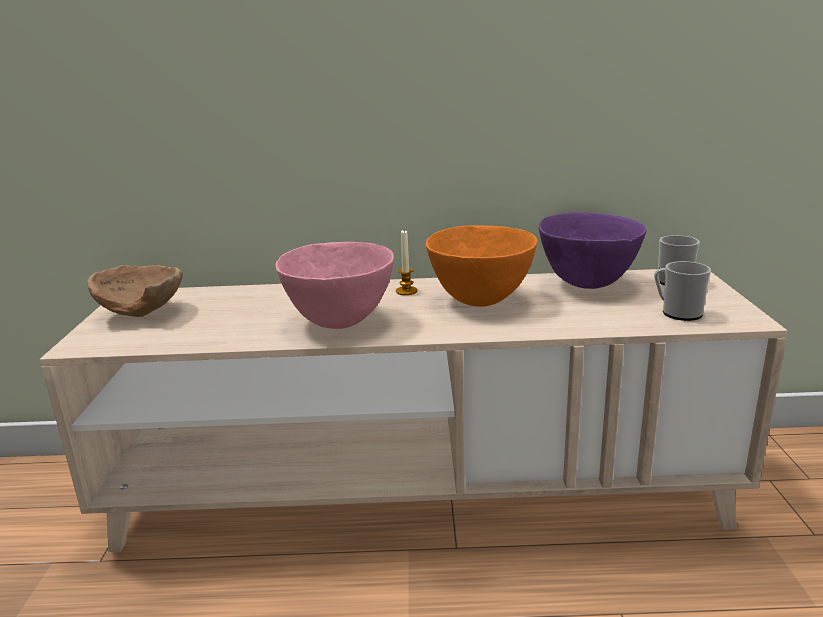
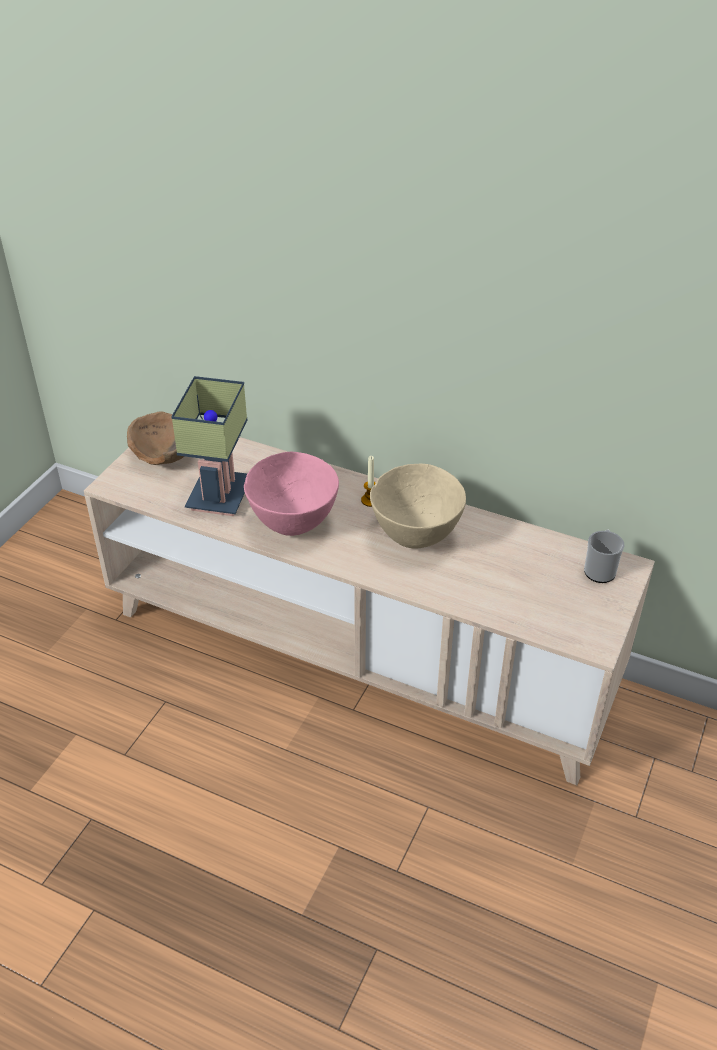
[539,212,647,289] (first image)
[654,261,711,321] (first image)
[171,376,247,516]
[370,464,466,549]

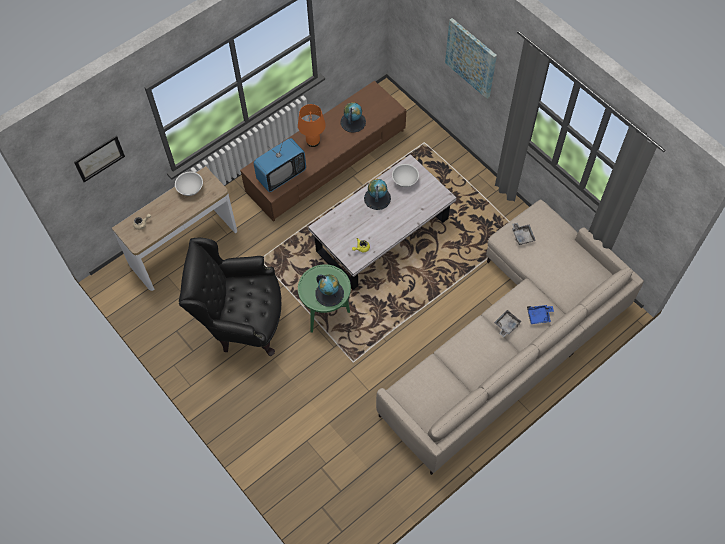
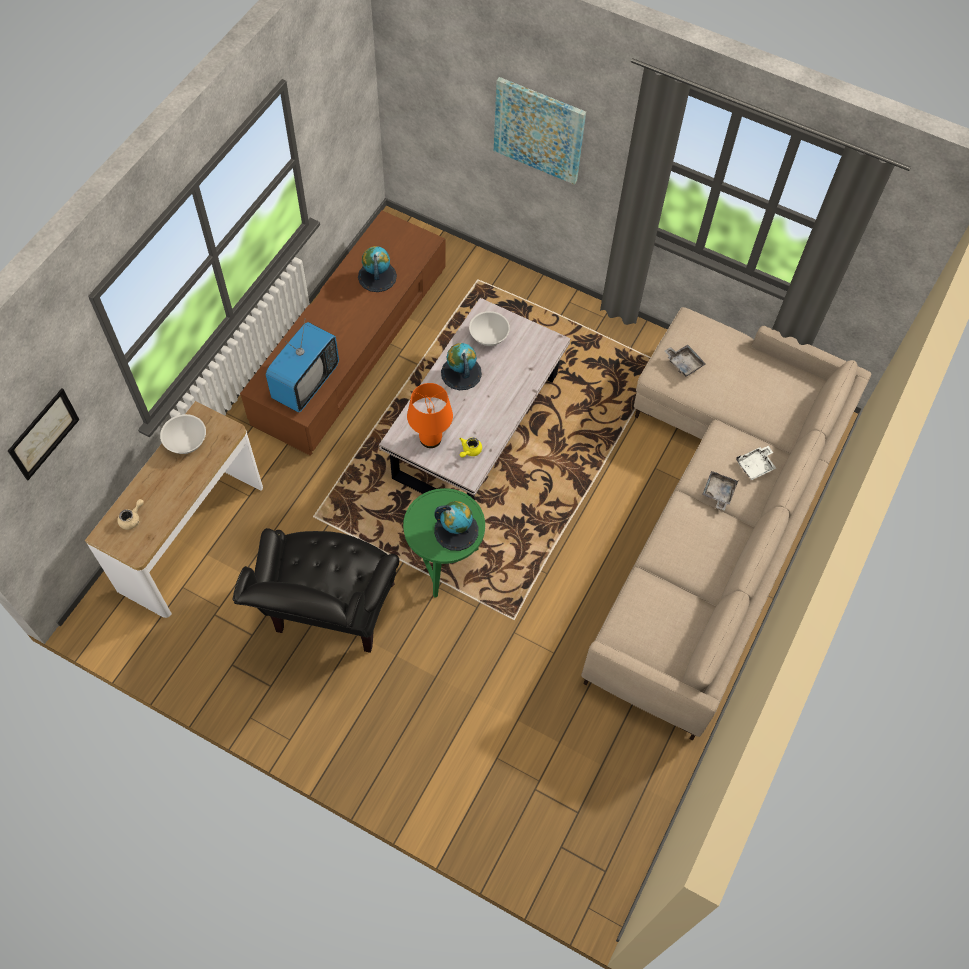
[407,383,453,448]
[736,446,776,480]
[232,528,399,653]

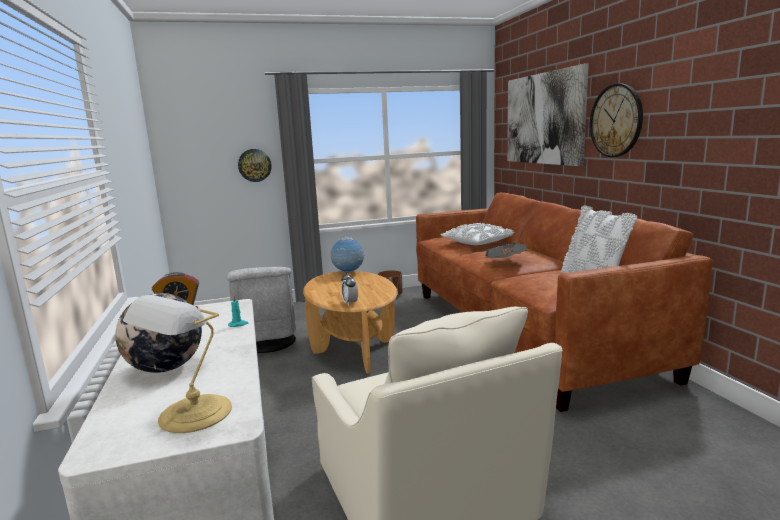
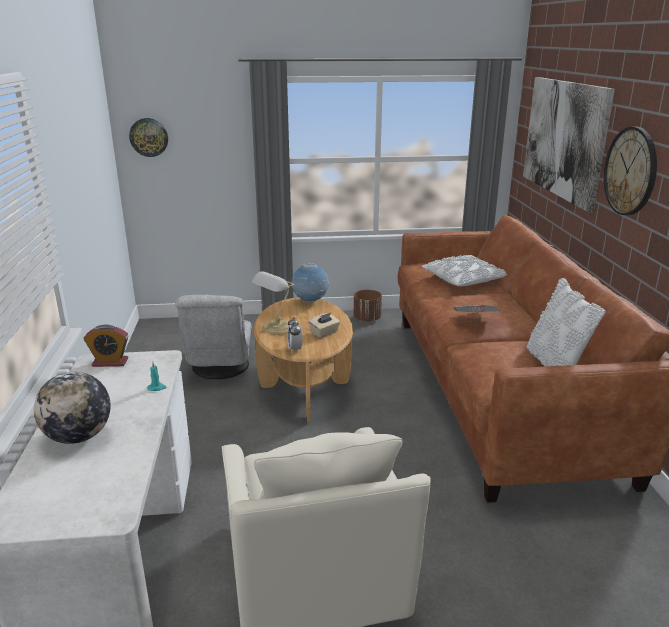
[309,313,340,338]
[252,271,295,335]
[129,118,168,157]

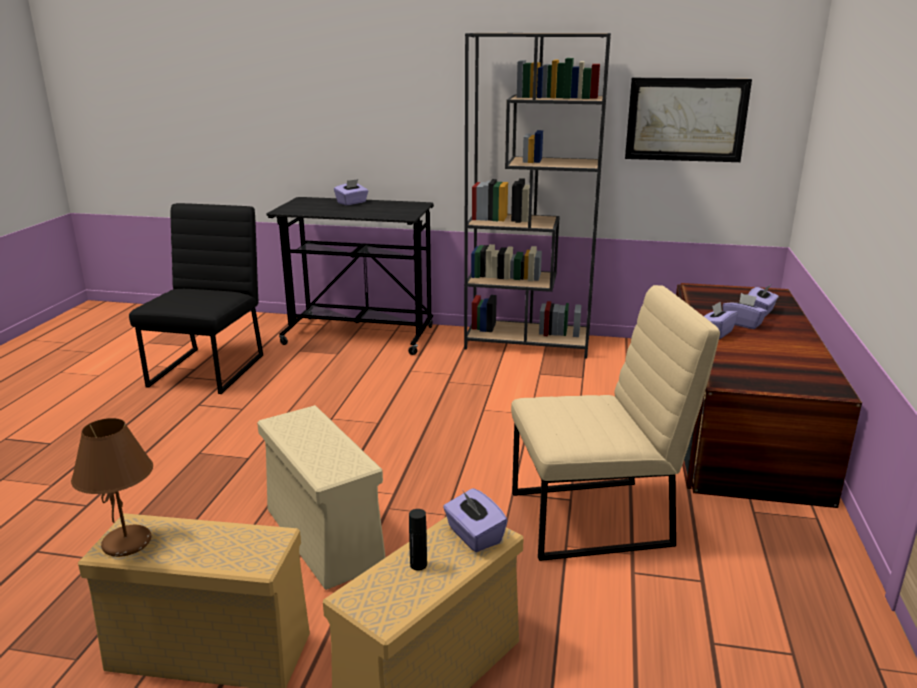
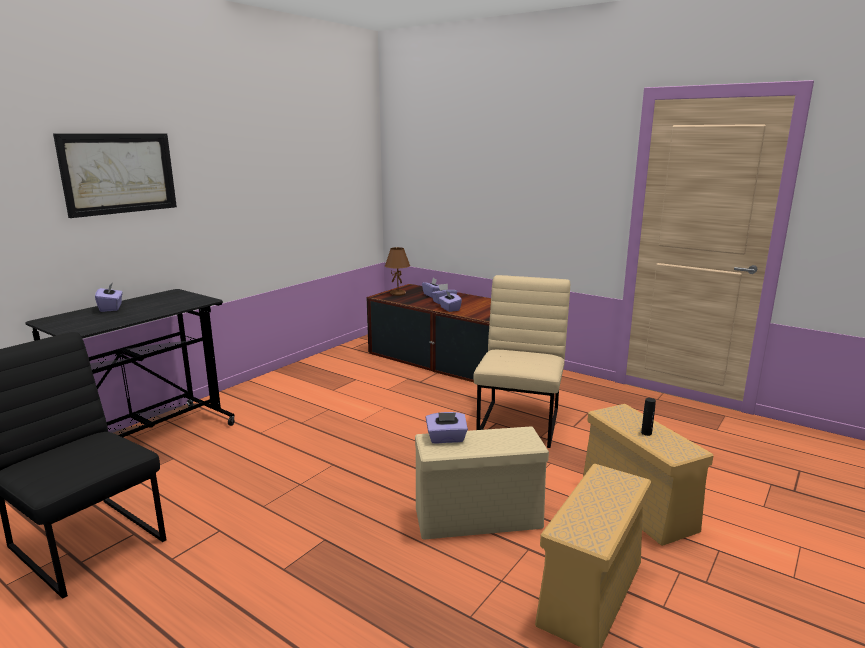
[464,33,611,359] (first image)
[385,247,410,296]
[426,412,468,443]
[53,134,177,218]

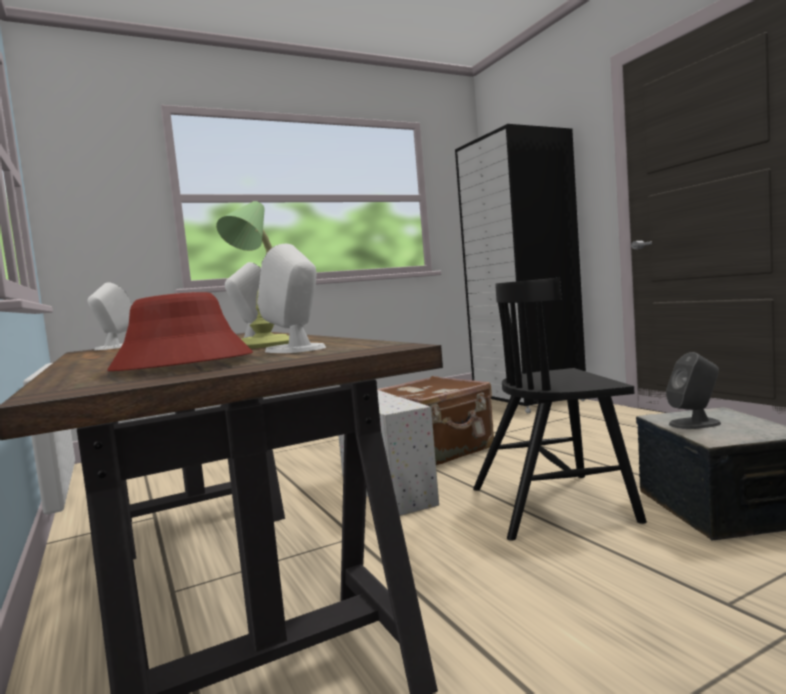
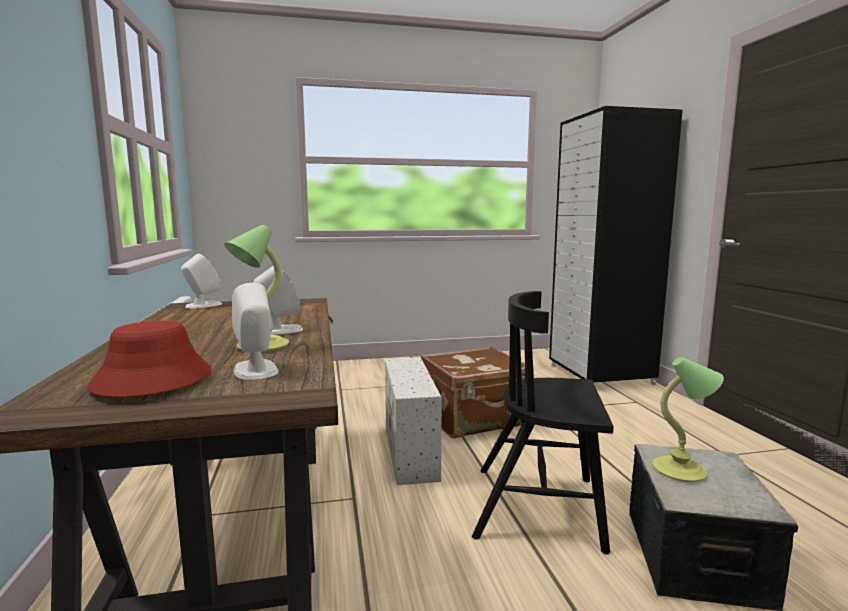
[653,357,724,482]

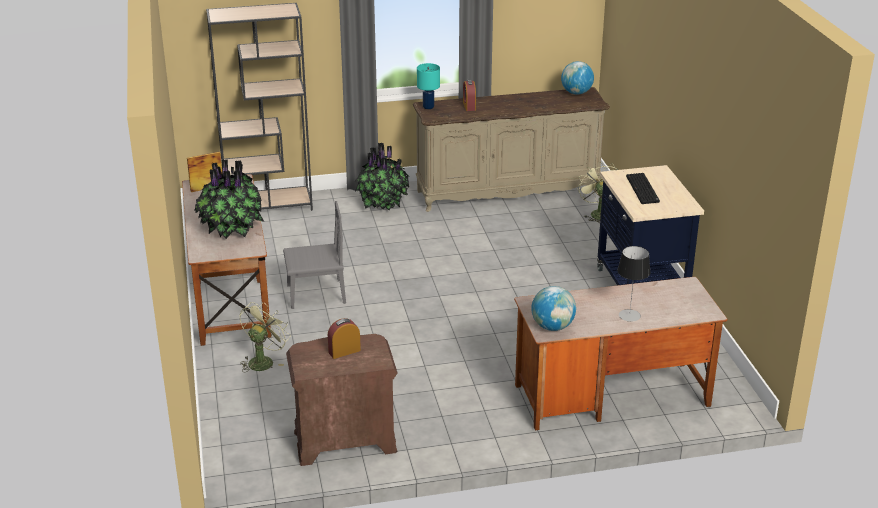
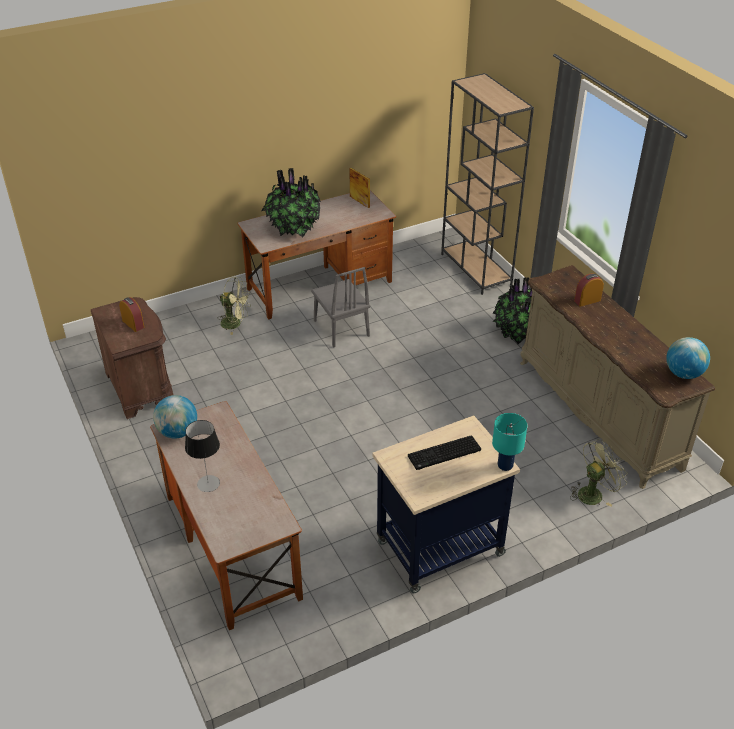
[492,413,527,471]

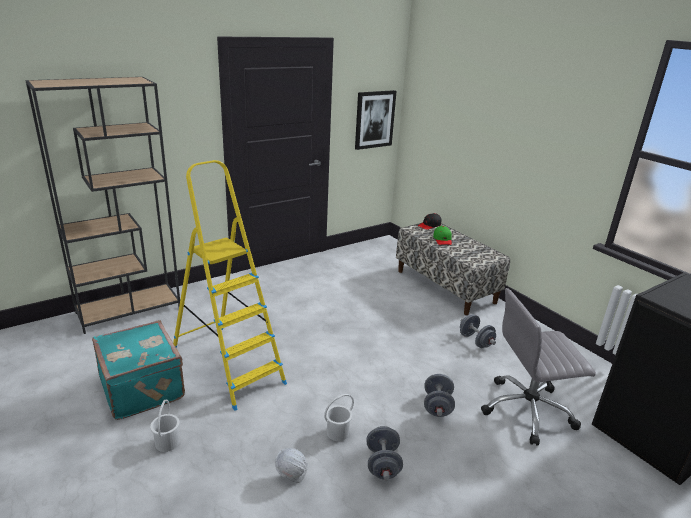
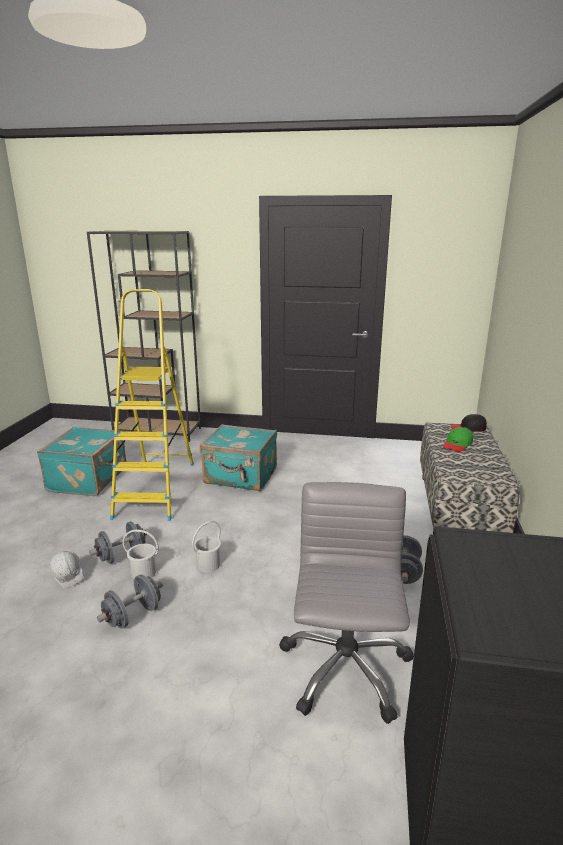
[355,90,397,150] (first image)
[200,424,277,491]
[192,521,221,573]
[89,521,149,564]
[279,482,414,724]

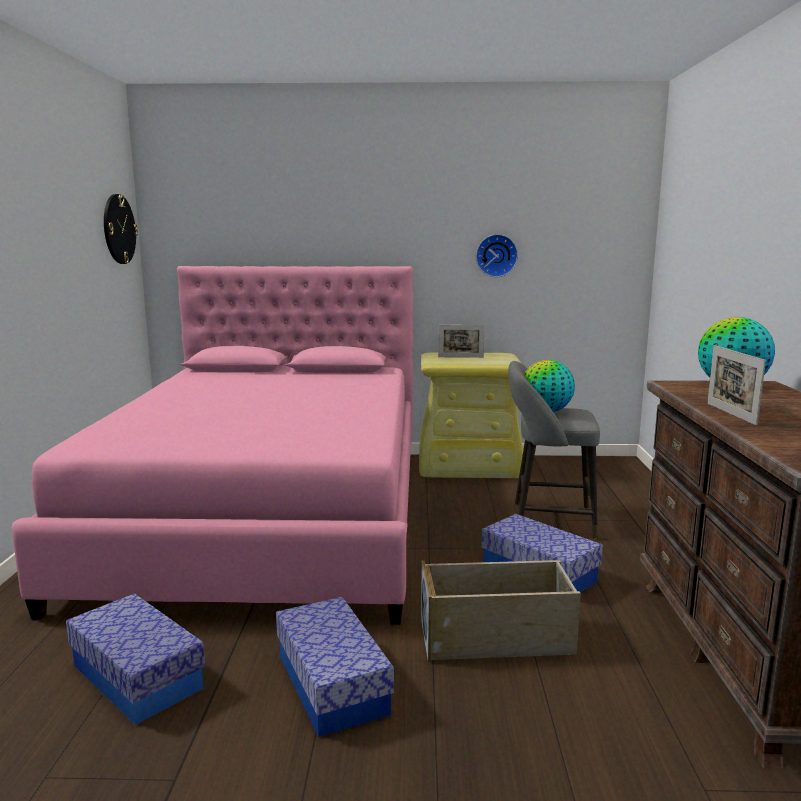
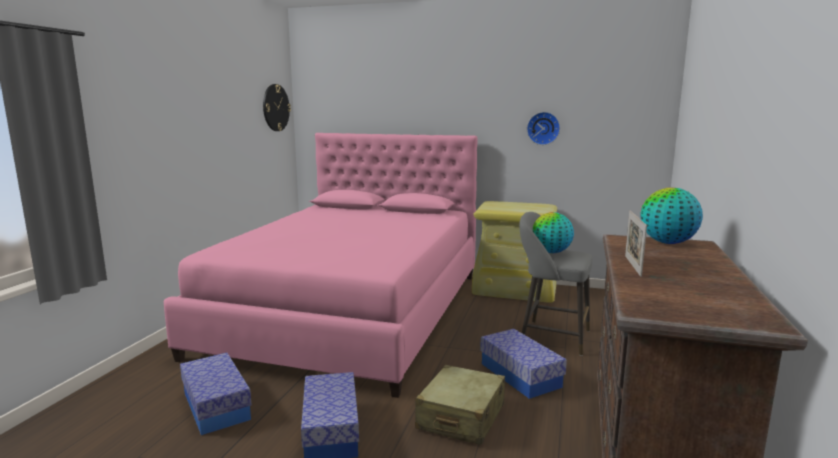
[438,325,485,358] (first image)
[415,365,505,445]

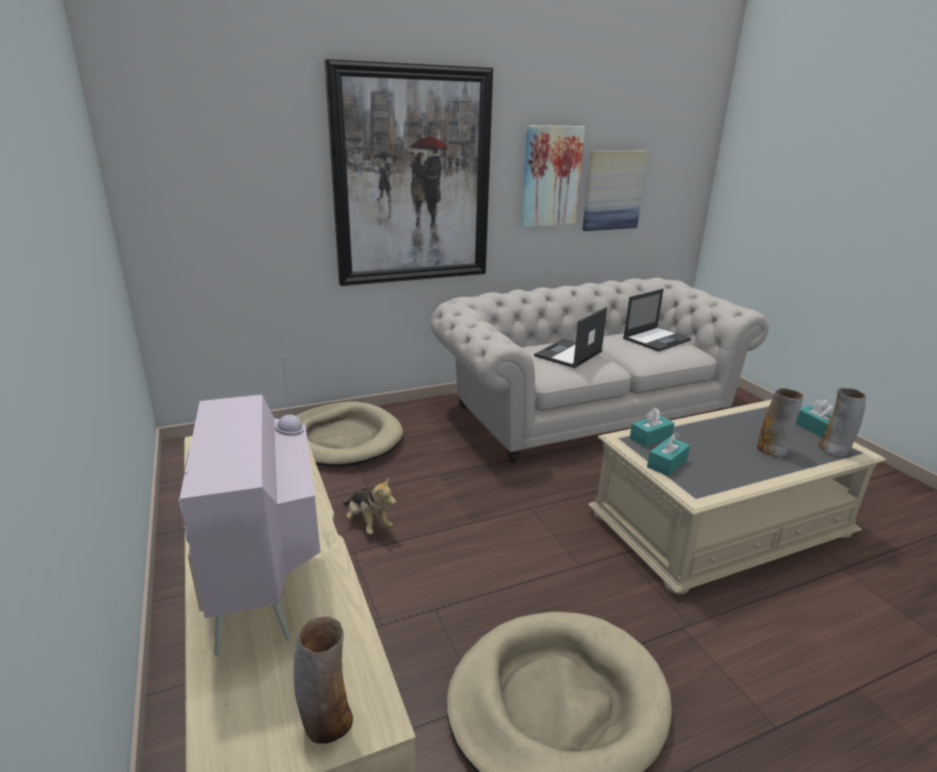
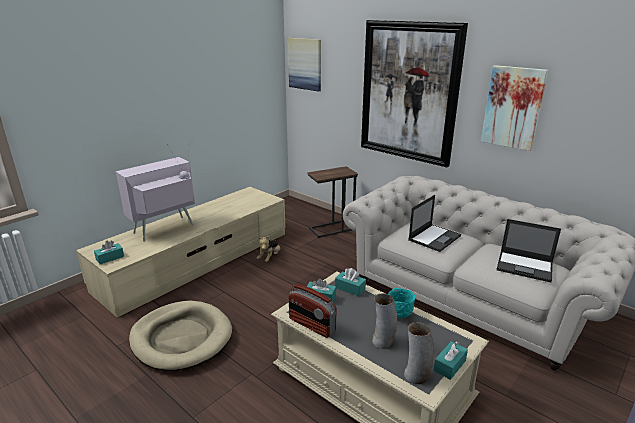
[289,283,337,338]
[388,288,416,318]
[288,38,321,92]
[94,241,124,264]
[307,166,358,238]
[408,195,461,252]

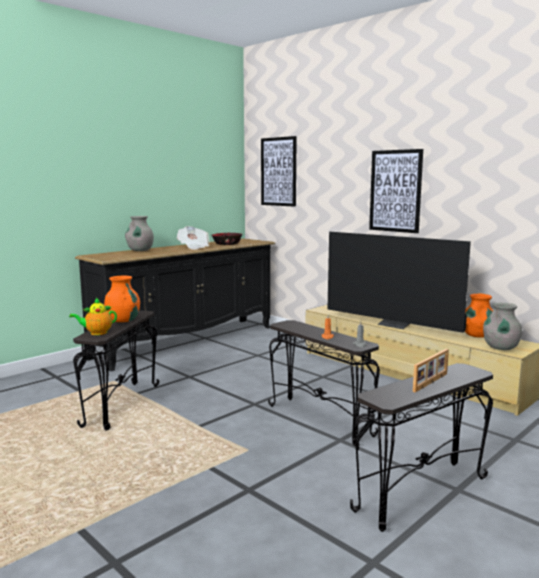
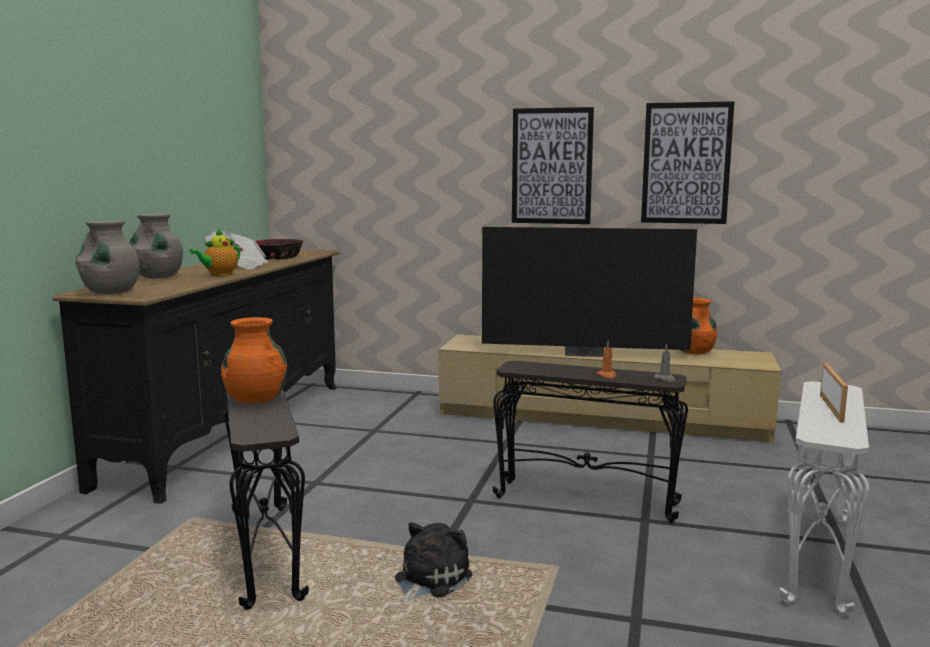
[395,522,472,603]
[189,229,240,276]
[641,101,734,224]
[76,220,140,294]
[779,381,869,617]

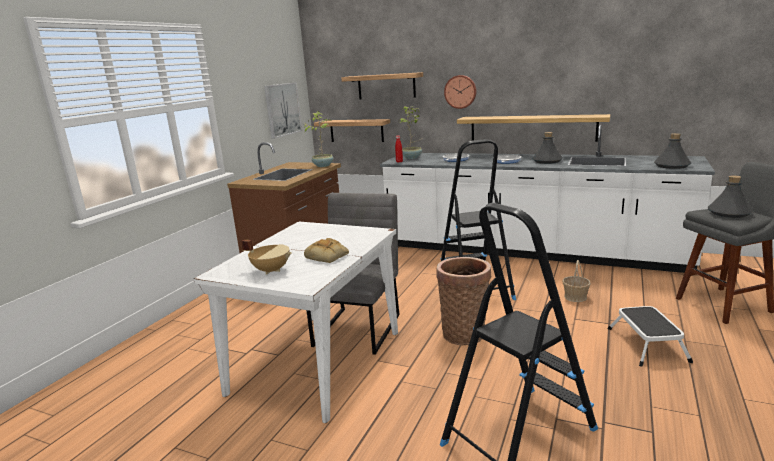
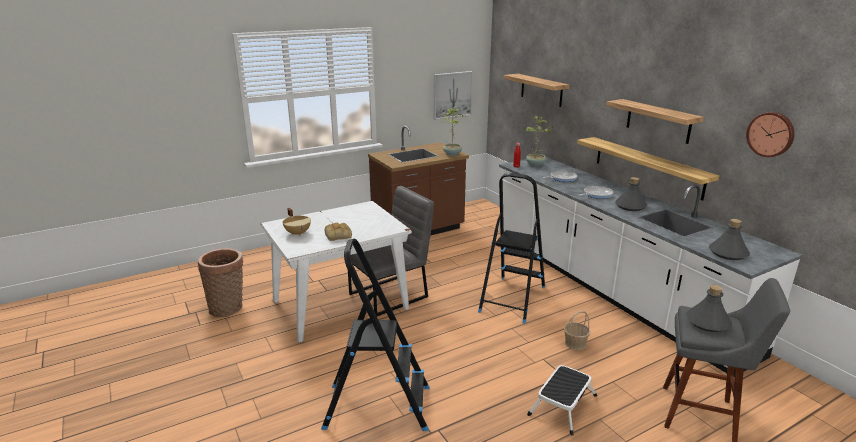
[607,99,704,144]
[198,248,244,317]
[746,112,794,157]

